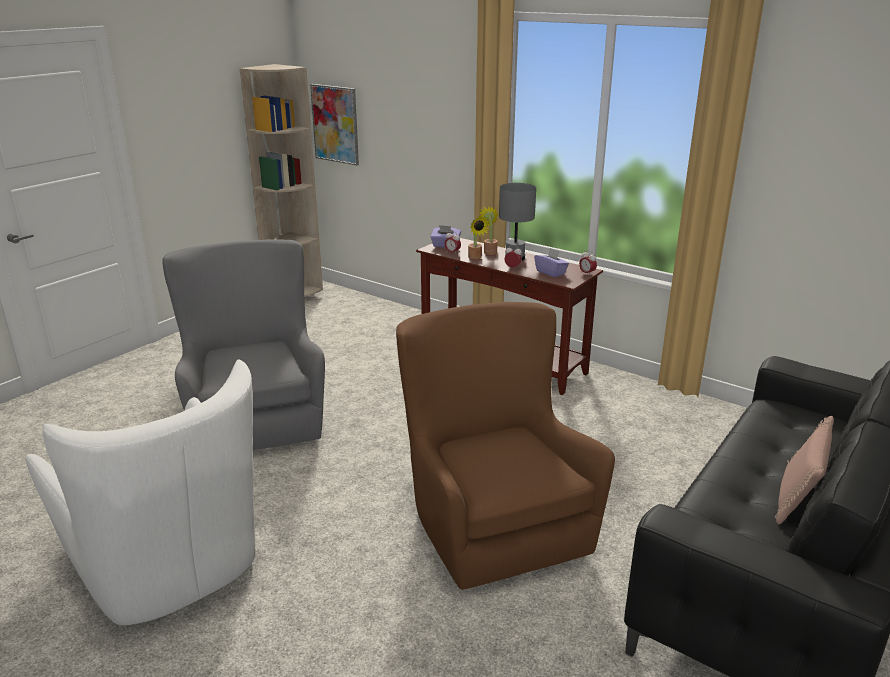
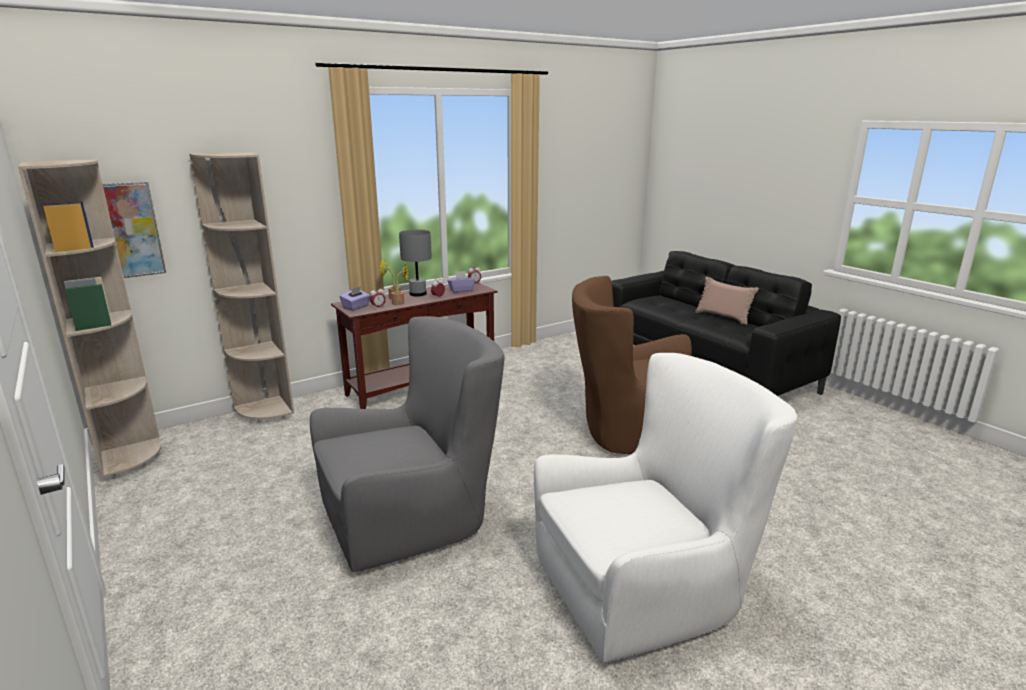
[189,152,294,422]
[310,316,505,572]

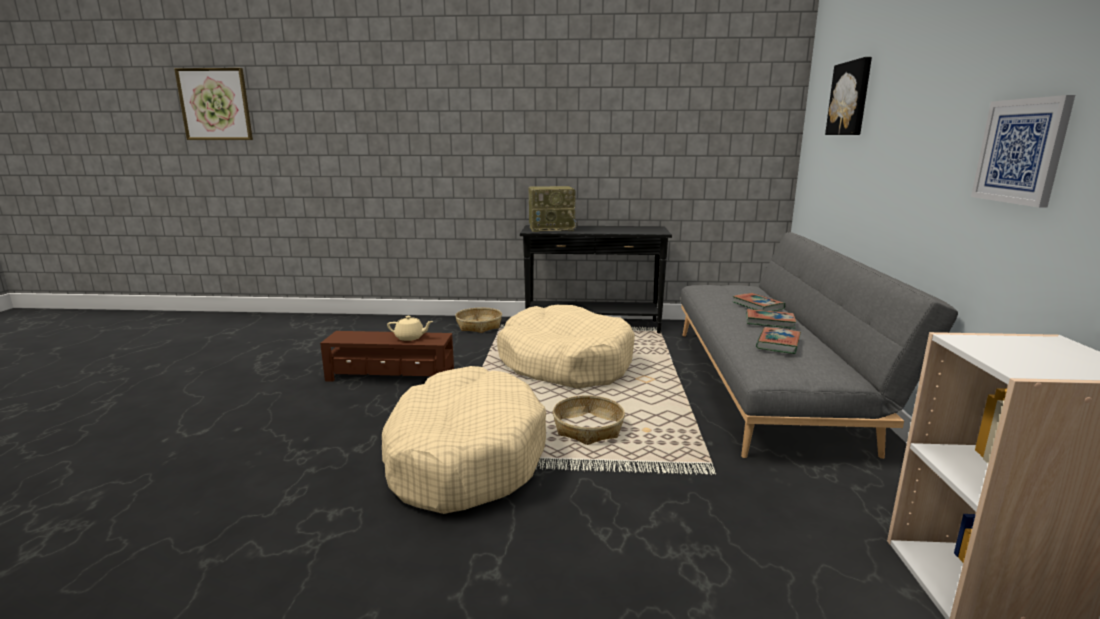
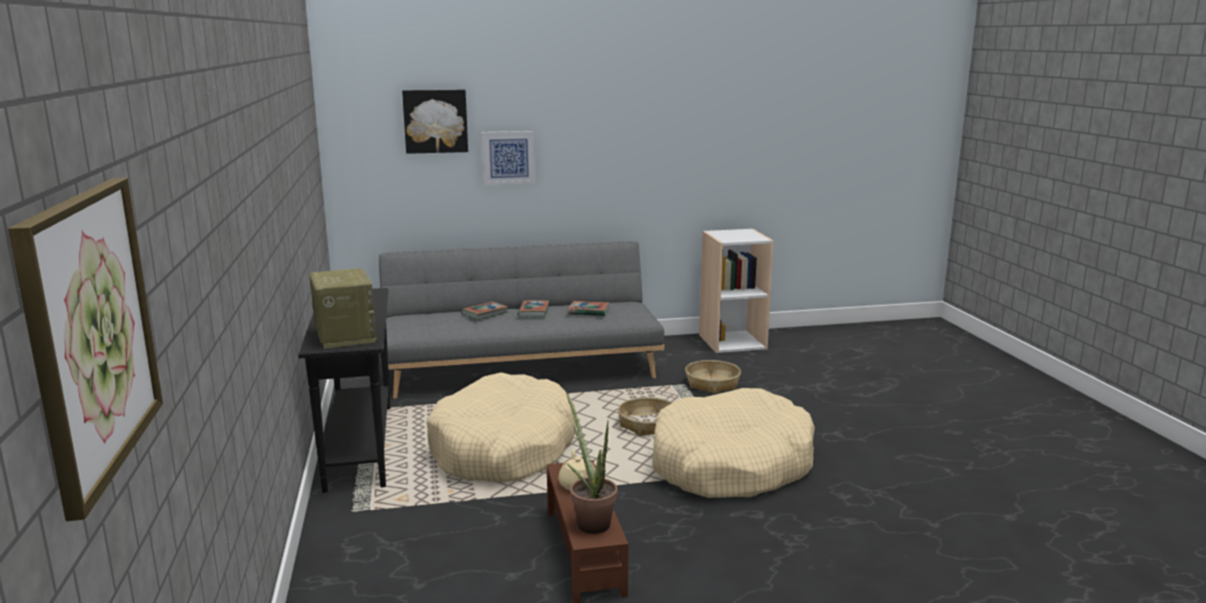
[566,393,618,534]
[685,360,741,394]
[481,131,536,185]

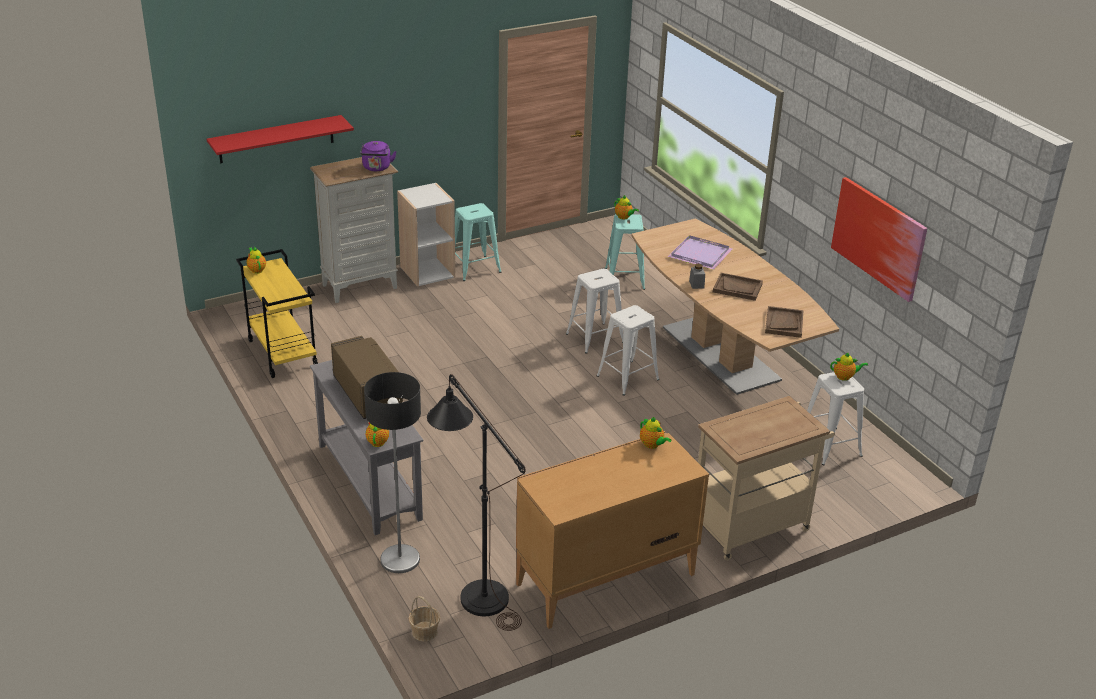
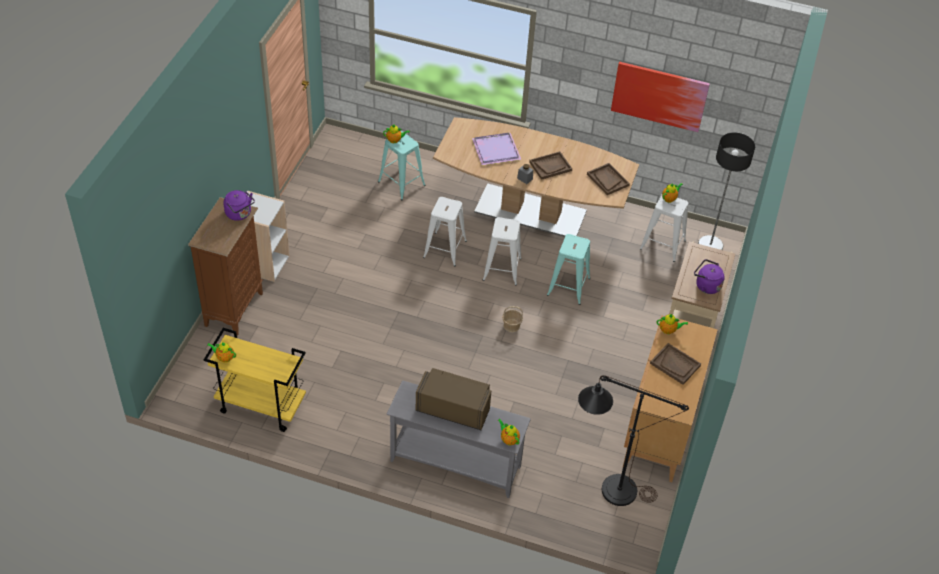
[206,115,354,163] (first image)
[650,343,701,385]
[694,259,725,294]
[698,132,755,250]
[502,306,523,332]
[547,234,590,305]
[188,197,263,336]

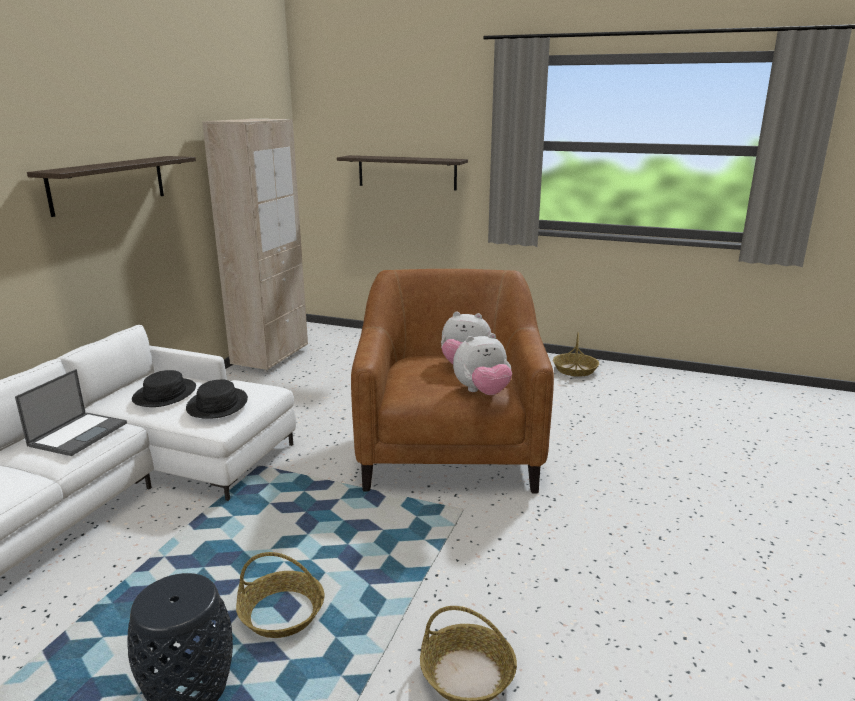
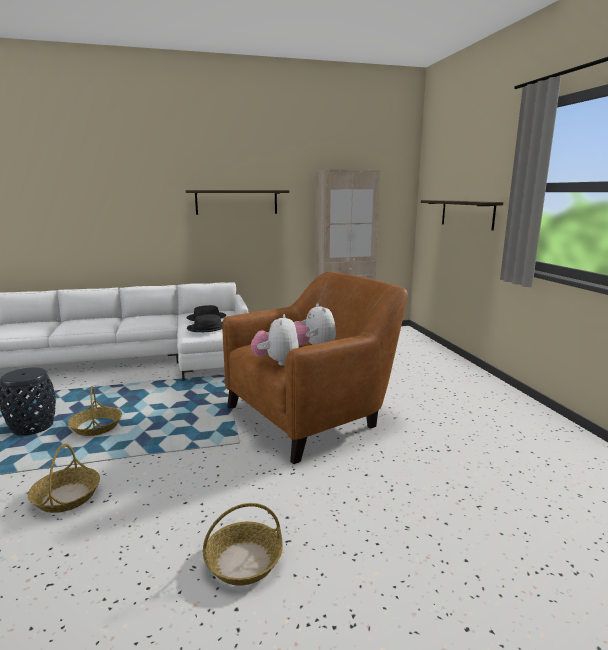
[15,369,127,456] (first image)
[203,503,283,585]
[251,314,299,366]

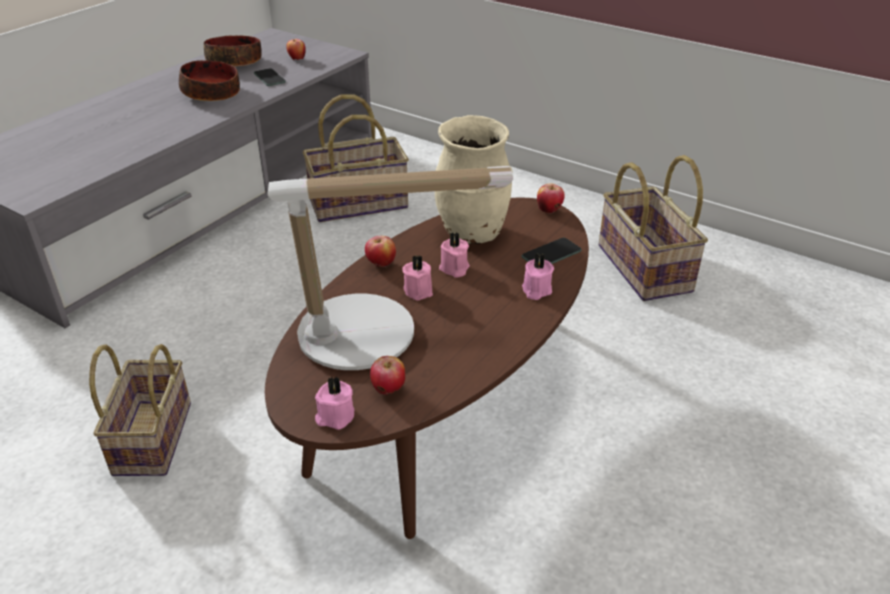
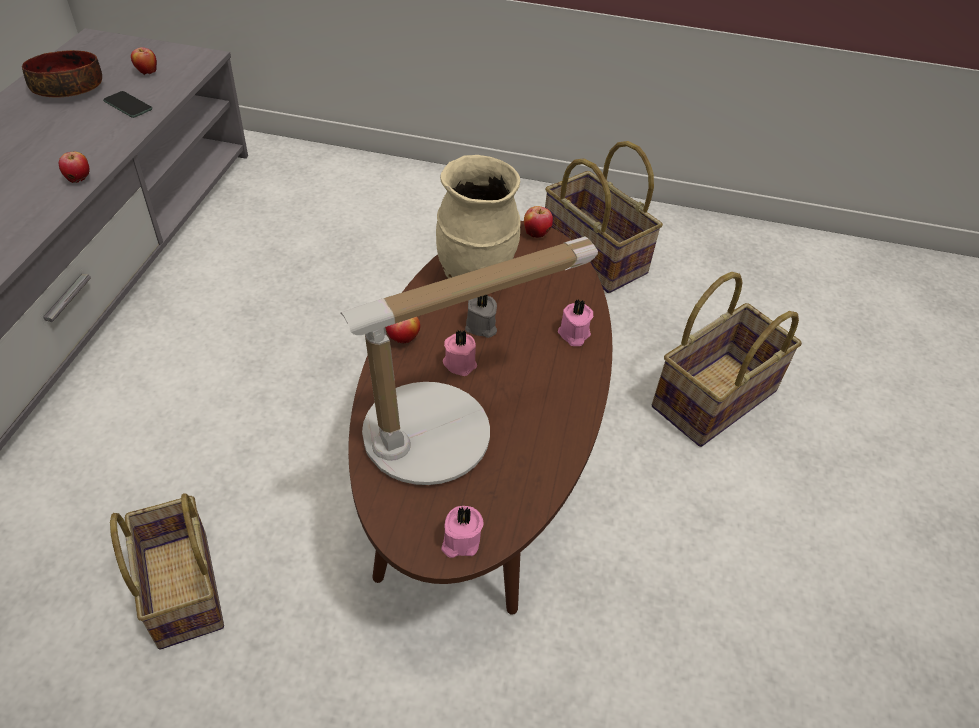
[179,60,240,101] (first image)
[522,238,582,264] (first image)
[652,272,802,447]
[59,152,90,183]
[465,295,497,338]

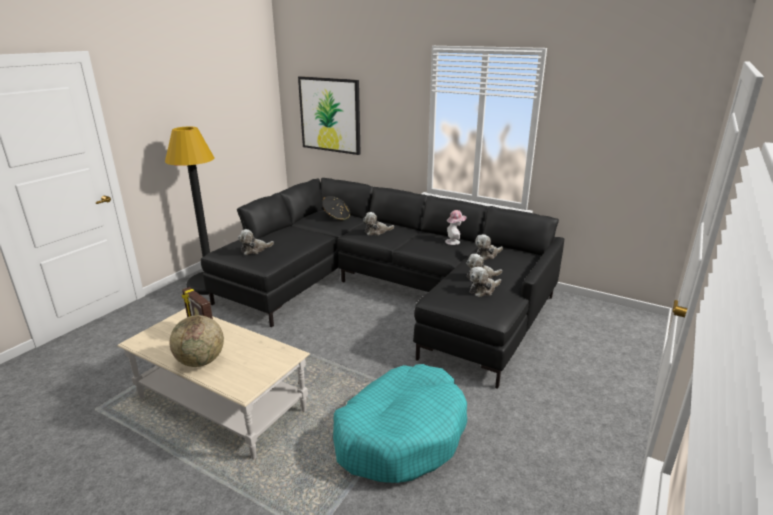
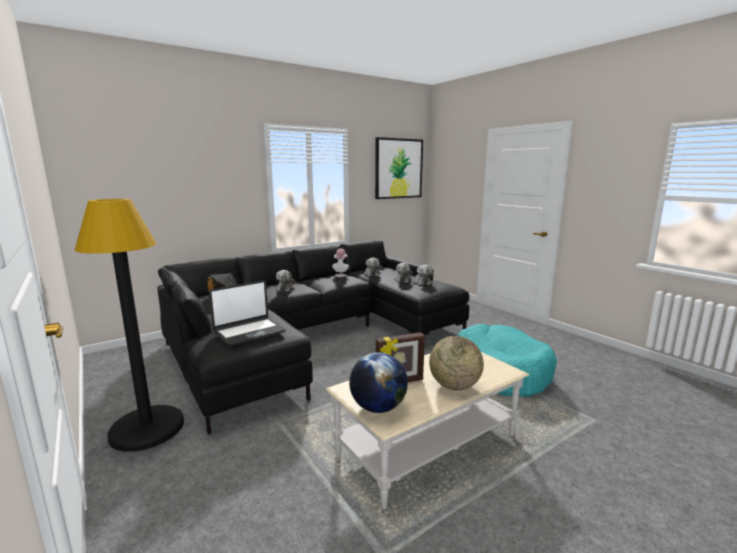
[349,353,408,413]
[375,137,423,199]
[209,280,286,346]

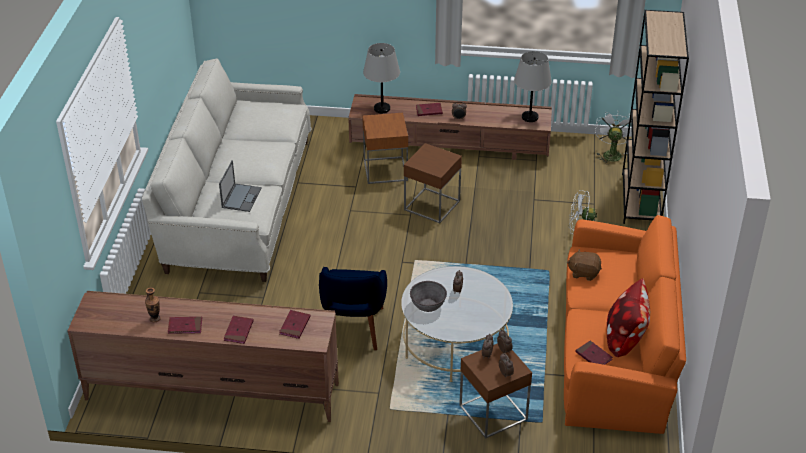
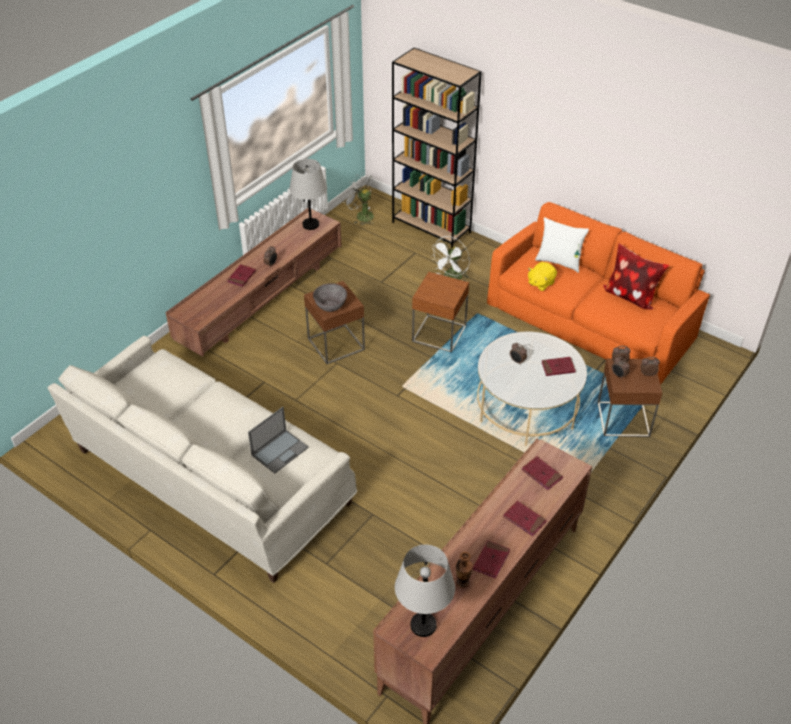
[319,267,387,350] (first image)
[535,217,589,273]
[412,272,469,352]
[395,545,455,637]
[313,283,347,312]
[541,357,576,376]
[528,262,557,291]
[248,407,309,474]

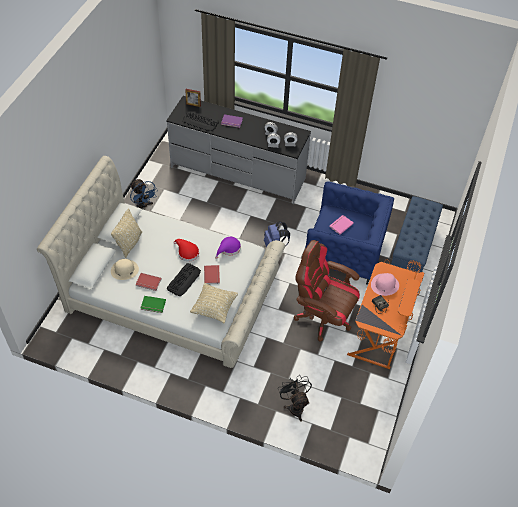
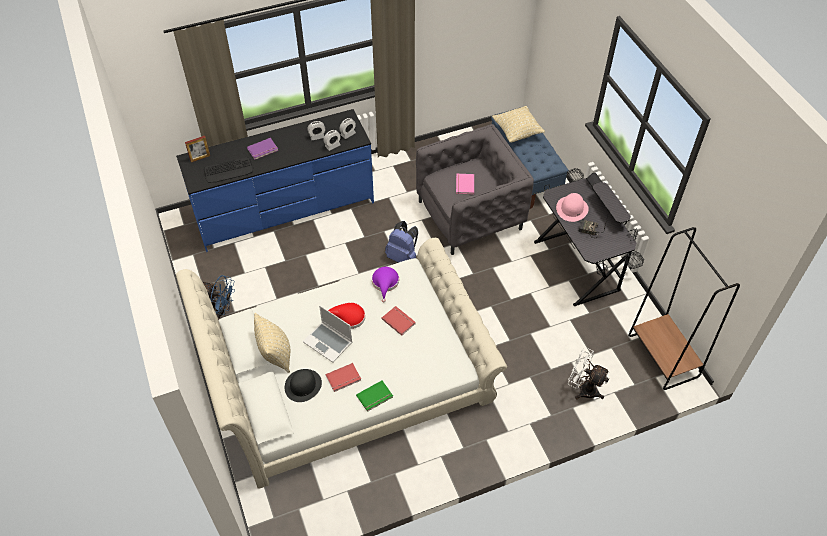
[167,263,201,296] (first image)
[294,240,360,342] (first image)
[303,305,352,363]
[628,227,740,390]
[492,106,545,143]
[285,369,322,402]
[176,109,374,252]
[568,347,610,399]
[416,124,534,255]
[534,168,644,306]

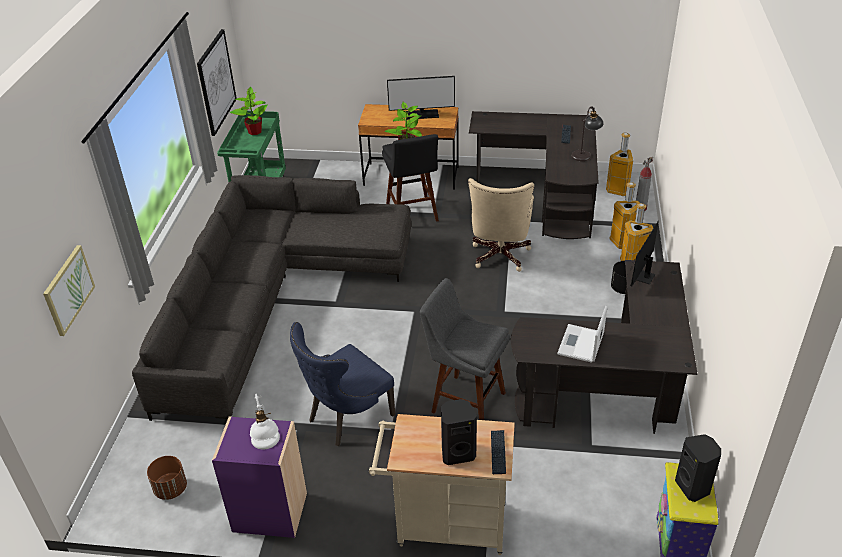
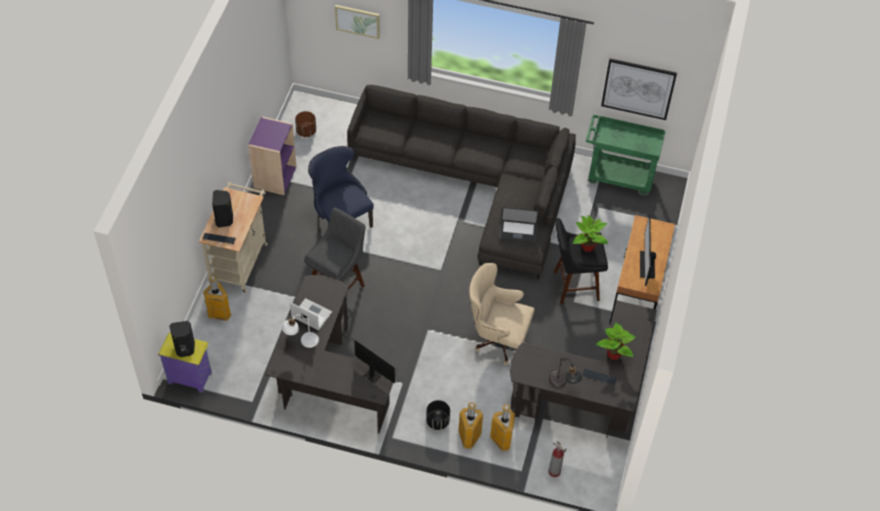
[499,207,539,243]
[596,322,636,360]
[282,314,319,348]
[203,275,231,321]

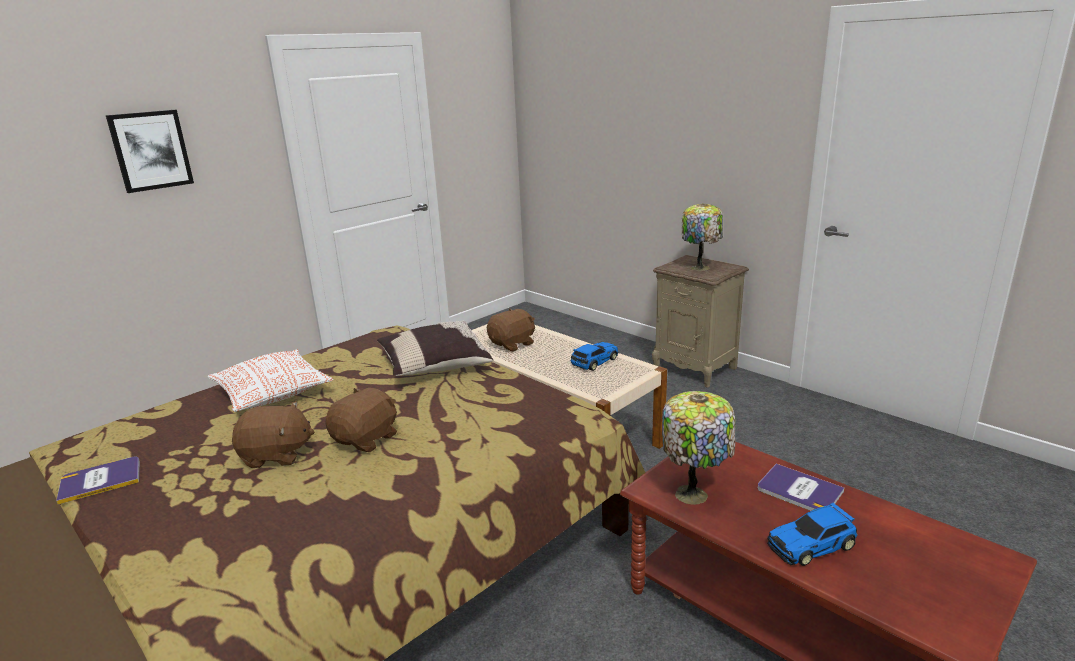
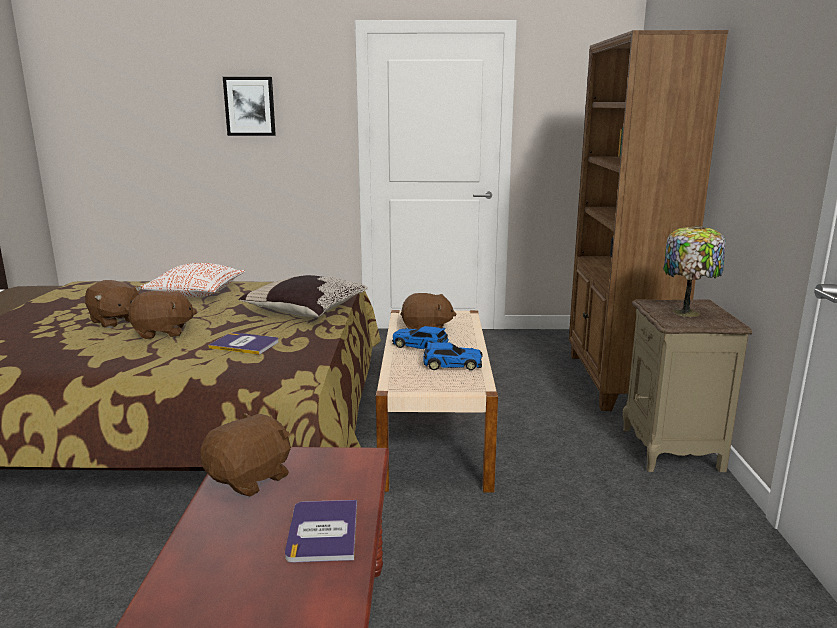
[569,30,729,411]
[208,332,278,355]
[392,326,449,349]
[200,412,291,497]

